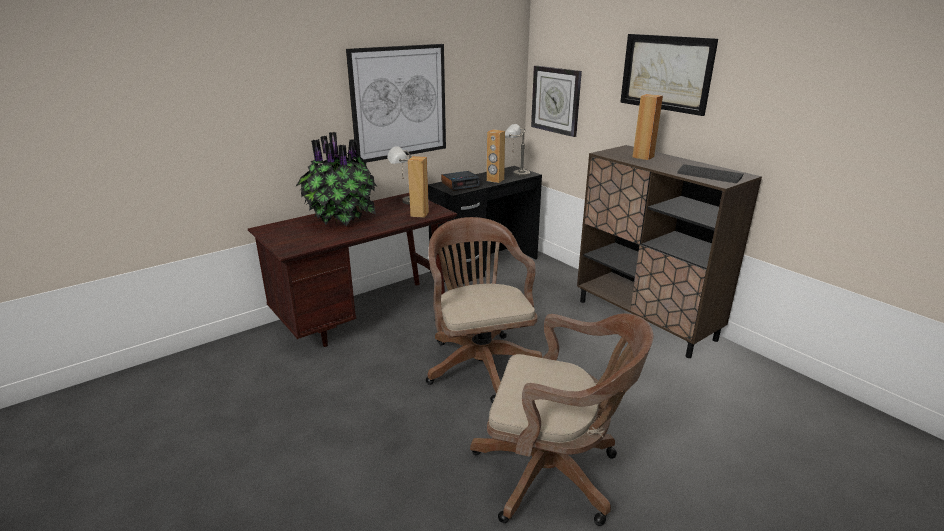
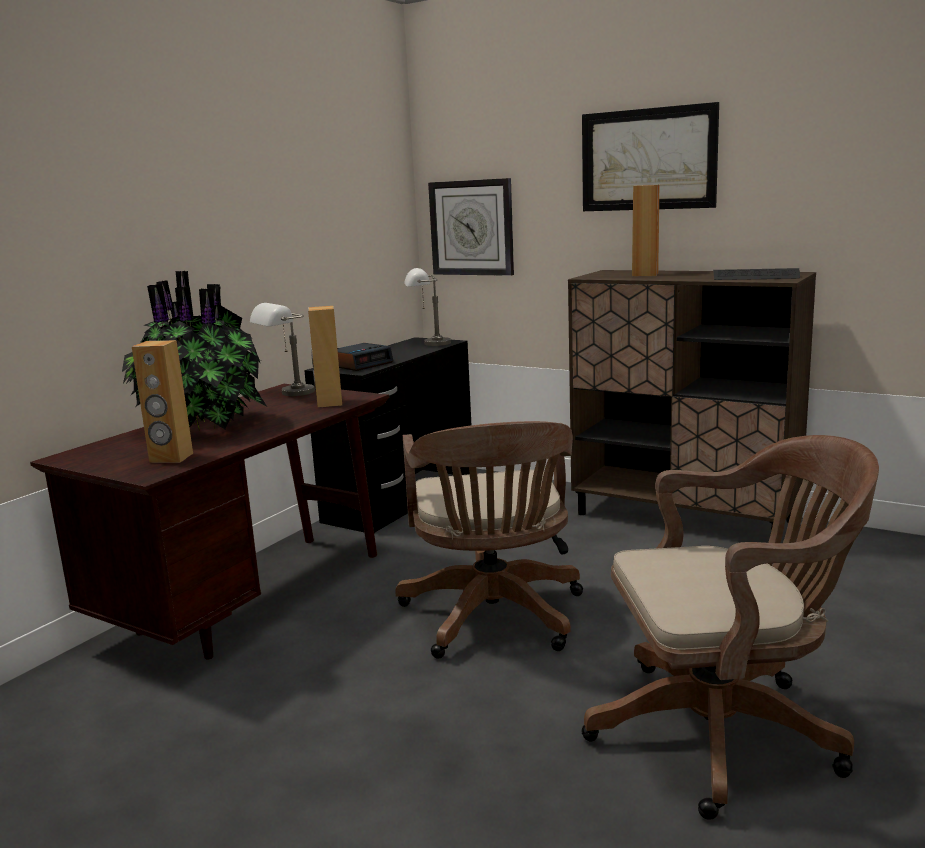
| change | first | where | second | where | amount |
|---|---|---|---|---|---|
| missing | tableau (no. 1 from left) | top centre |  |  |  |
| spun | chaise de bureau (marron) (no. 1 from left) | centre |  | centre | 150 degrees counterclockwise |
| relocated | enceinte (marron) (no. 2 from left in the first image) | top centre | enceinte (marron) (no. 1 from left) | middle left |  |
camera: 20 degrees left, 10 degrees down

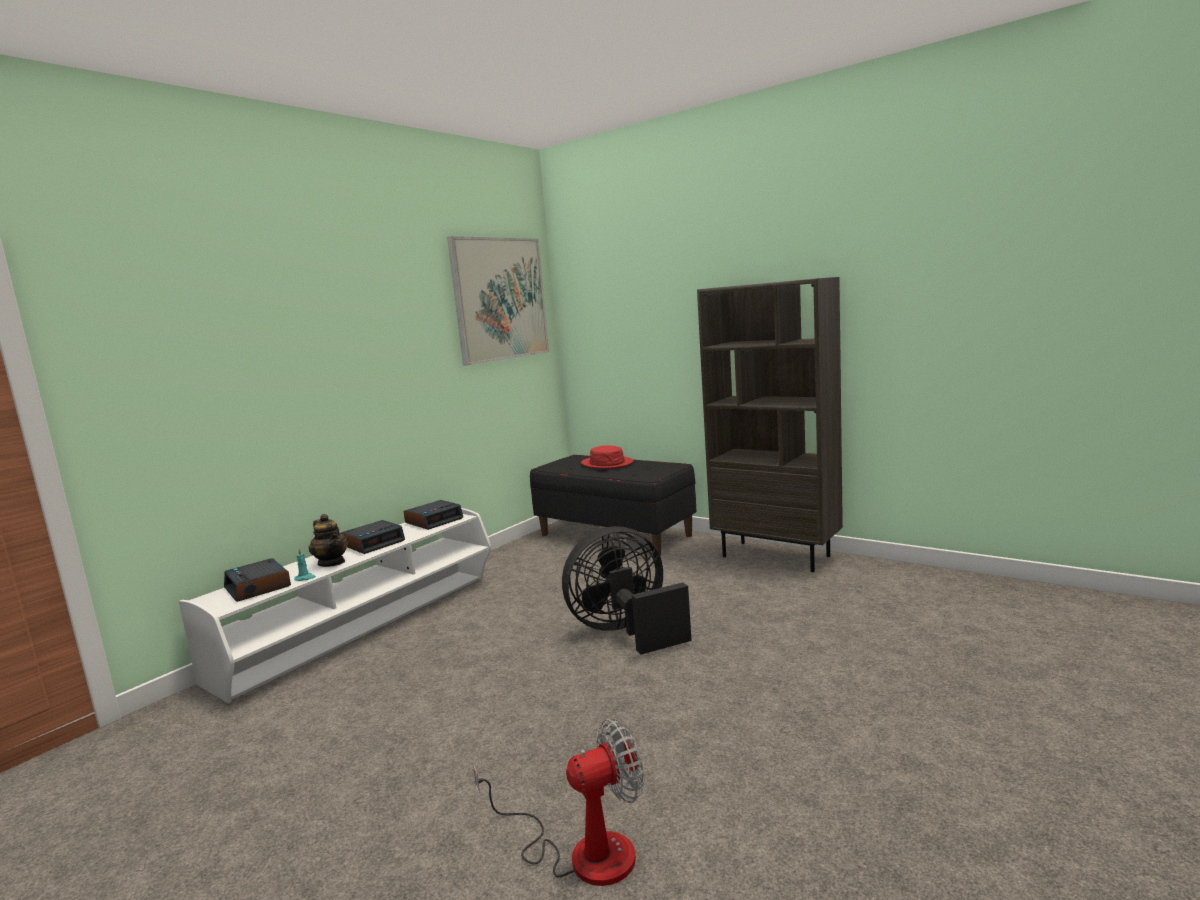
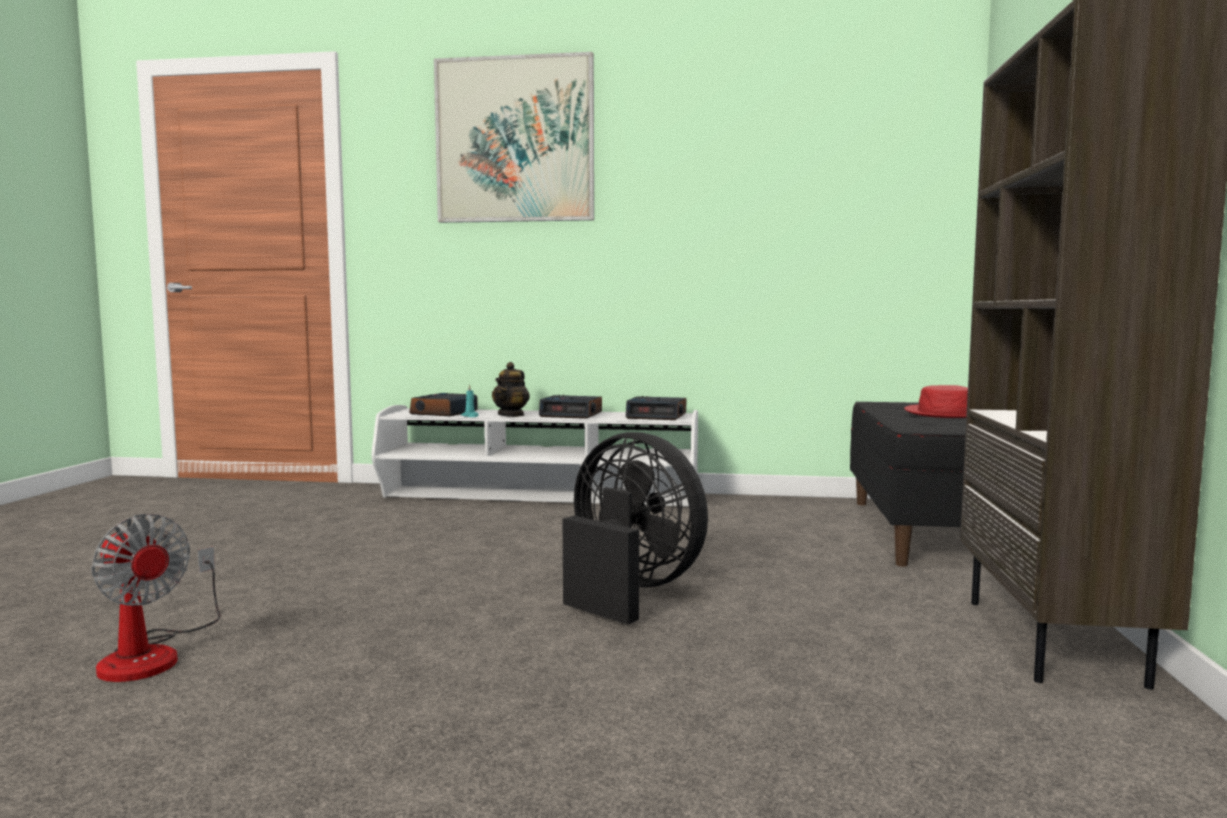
| change | first | where | second | where | amount |
|---|---|---|---|---|---|
| relocated | tableau | centre |  | top centre |  |
camera: 60 degrees right, 5 degrees down

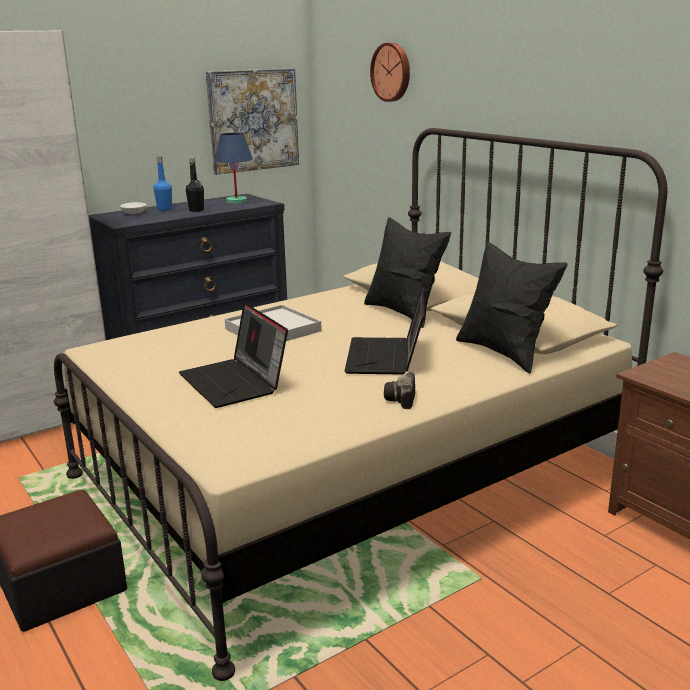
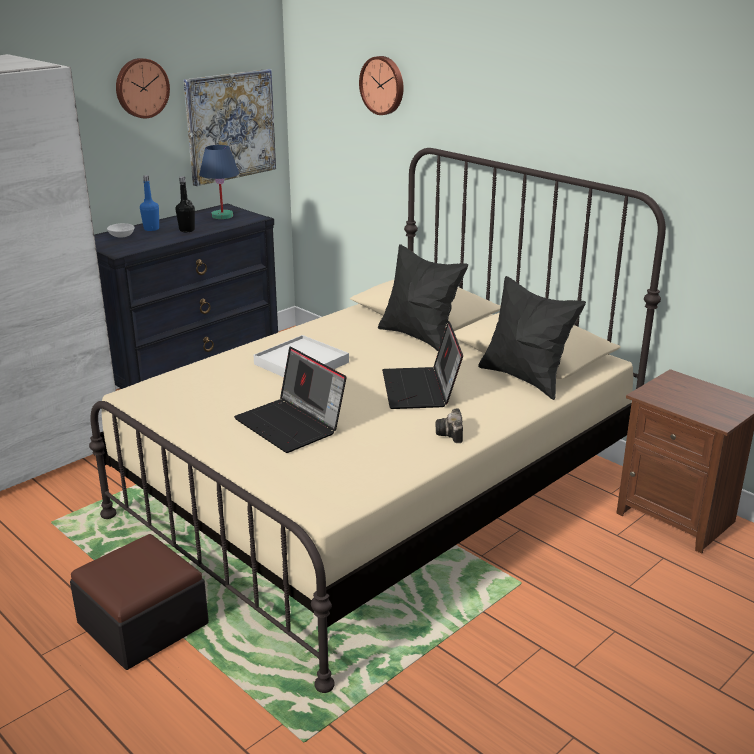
| change | first | where | second | where | amount |
|---|---|---|---|---|---|
| appeared |  |  | horloge murale (no. 1 from left) | top left |  |
camera: 10 degrees left, 5 degrees up

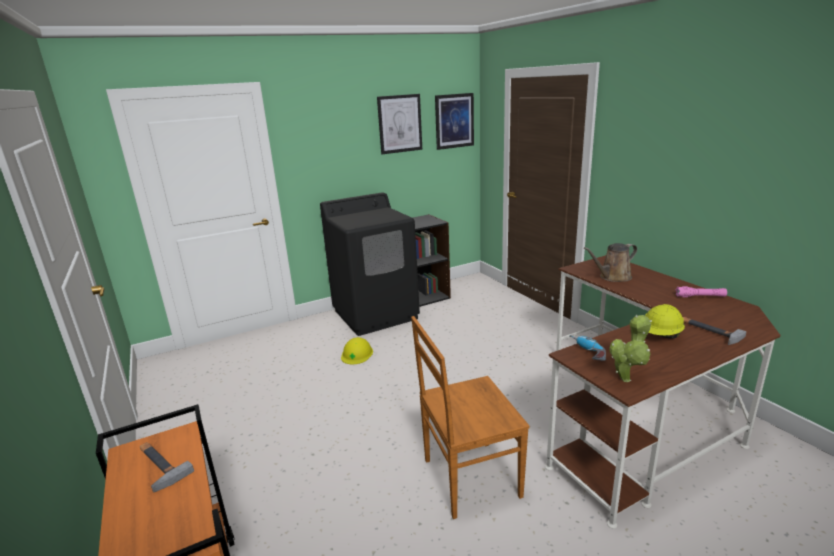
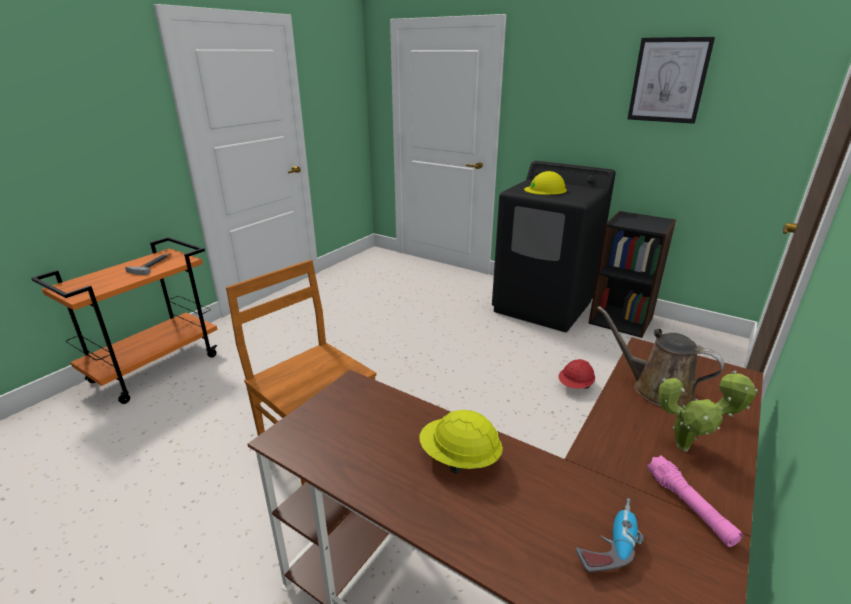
| change | first | where | second | where | amount |
|---|---|---|---|---|---|
| relocated | casque de chantier (jaune) (no. 1 from left in the first image) | centre | casque de chantier (jaune) (no. 2 from left) | top centre |  |
| missing | tableau (no. 2 from left) | top centre |  |  |  |
| relocated | perceuse | middle right |  | bottom right |  |
| relocated | plante en pot | middle right |  | bottom right |  |
| missing | marteau (no. 2 from left) | middle right |  |  |  |
| appeared |  |  | casque de chantier (rouge) | middle right |  |
camera: 60 degrees right, 5 degrees up

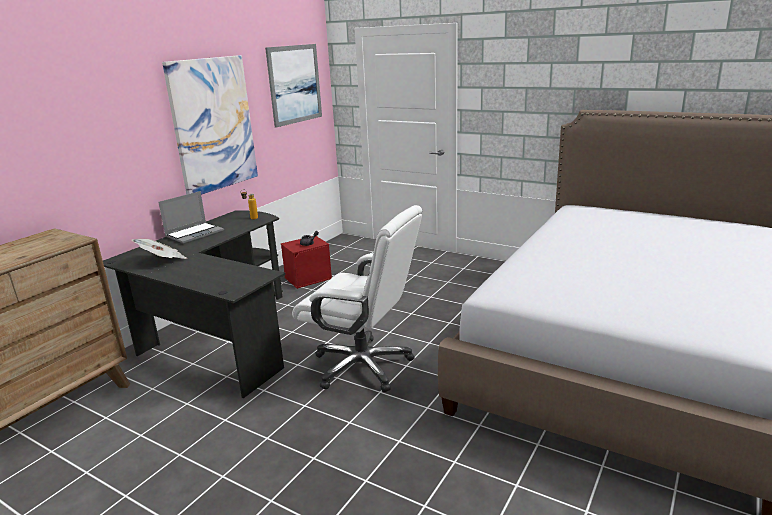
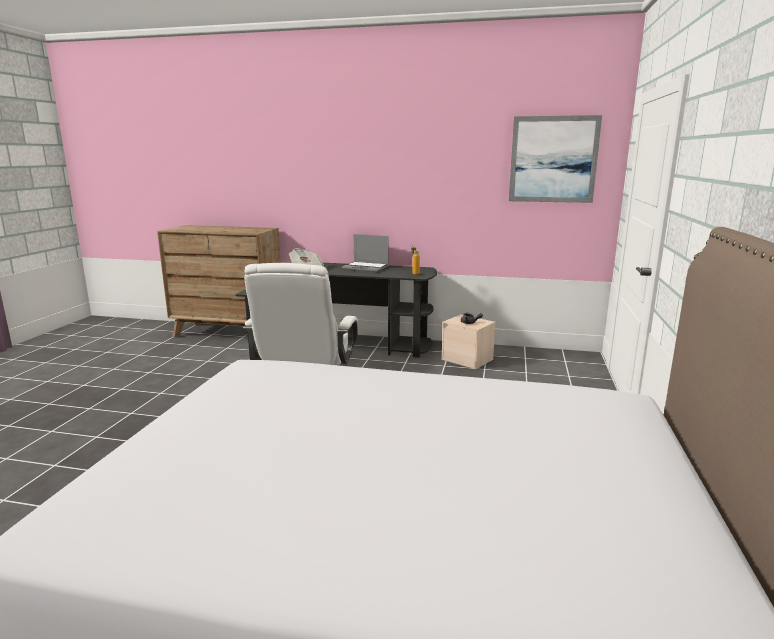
| change | first | where | second | where | amount |
|---|---|---|---|---|---|
| missing | tableau (no. 1 from left) | top left |  |  |  |
| colour | boîte de rangement (rouge) | centre | boîte de rangement (beige) | centre |  |
camera: 70 degrees right, 5 degrees down

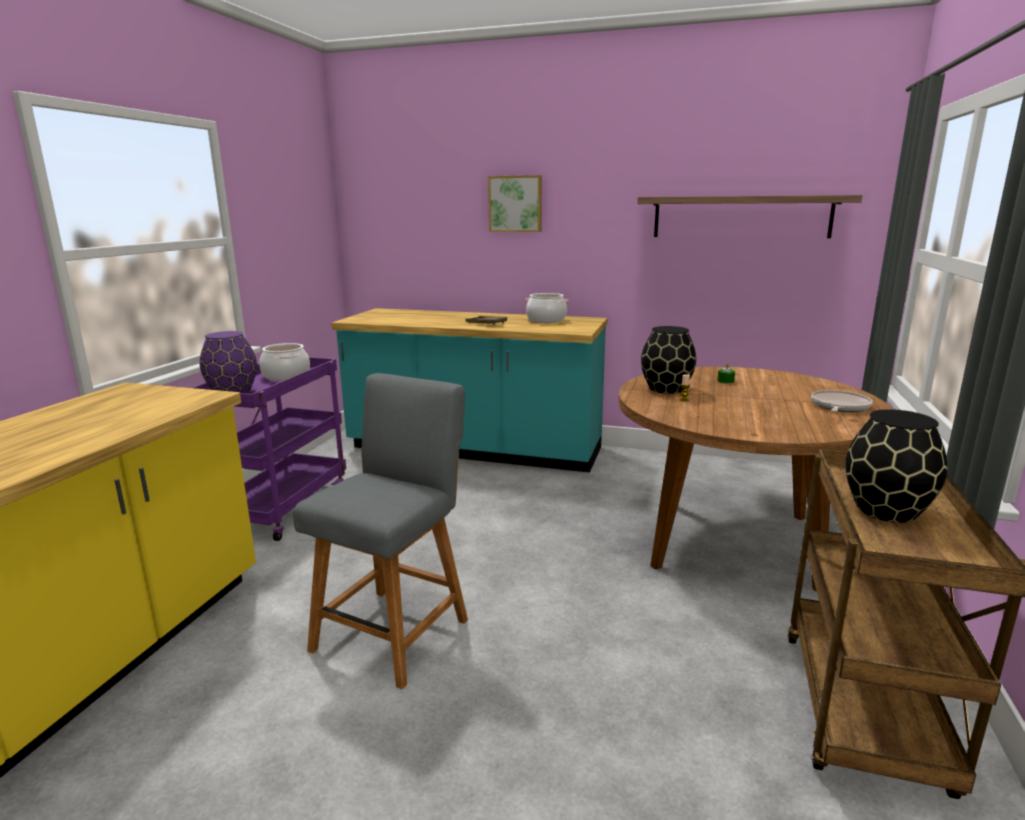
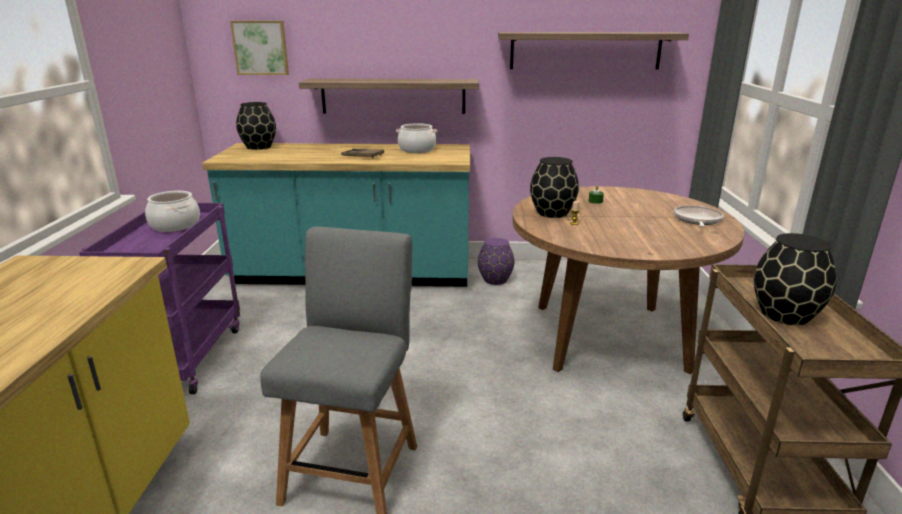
| change | first | where | second | where | amount |
|---|---|---|---|---|---|
| relocated | vase (violet) | middle left |  | centre |  |
| relocated | tableau | top centre |  | top left |  |
| appeared |  |  | vase (noir) (no. 1 from left) | top left |  |
| appeared |  |  | étagère (no. 1 from left) | top centre |  |
camera: 15 degrees left, 5 degrees up

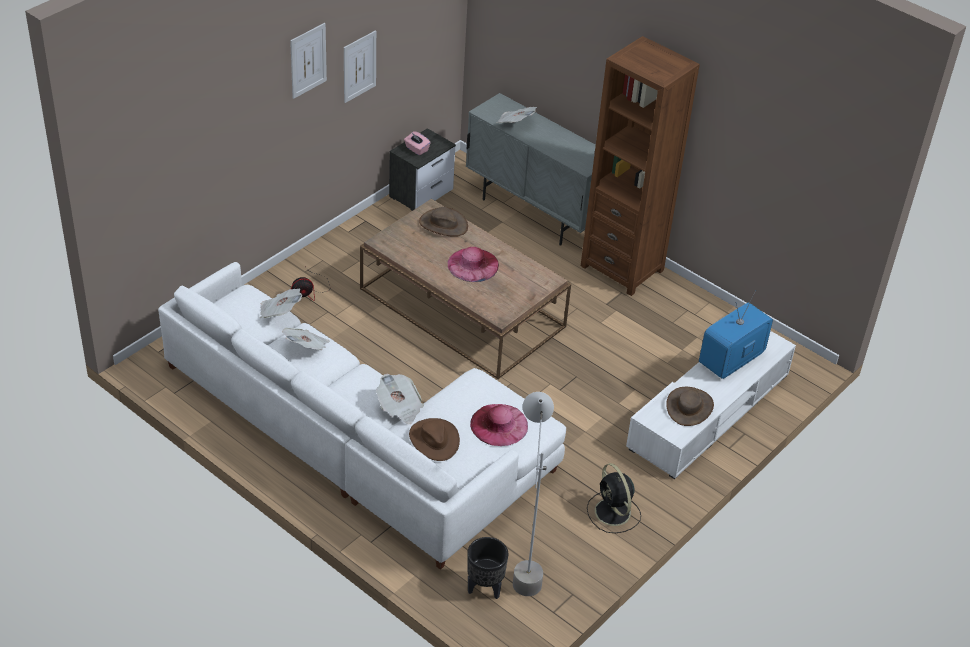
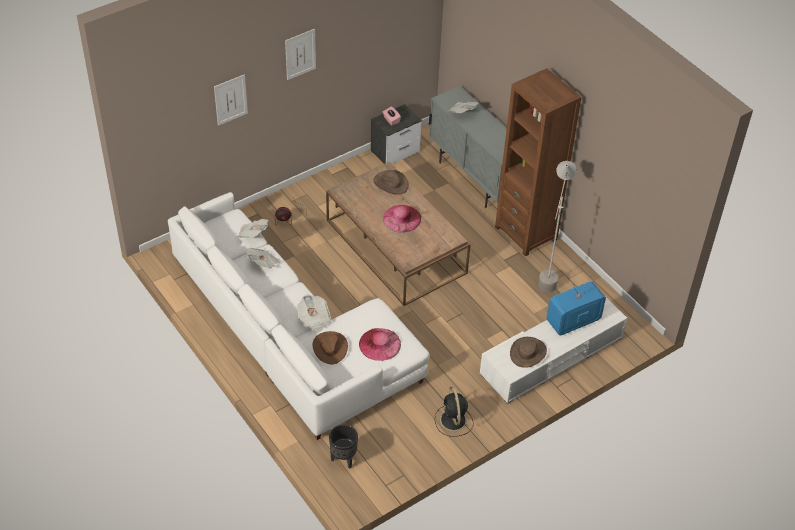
| change | first | where | second | where | amount |
|---|---|---|---|---|---|
| relocated | tableau (no. 2 from left in the first image) | top centre | tableau (no. 1 from left) | top left |  |
| relocated | lampadaire (gris) | bottom centre |  | middle right |  |
camera: 15 degrees right, 5 degrees up

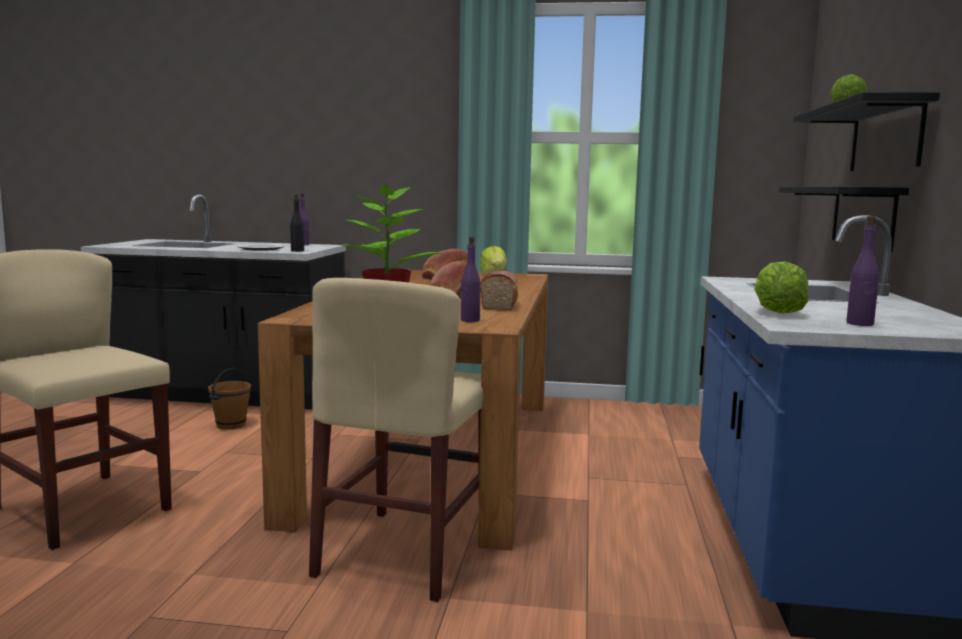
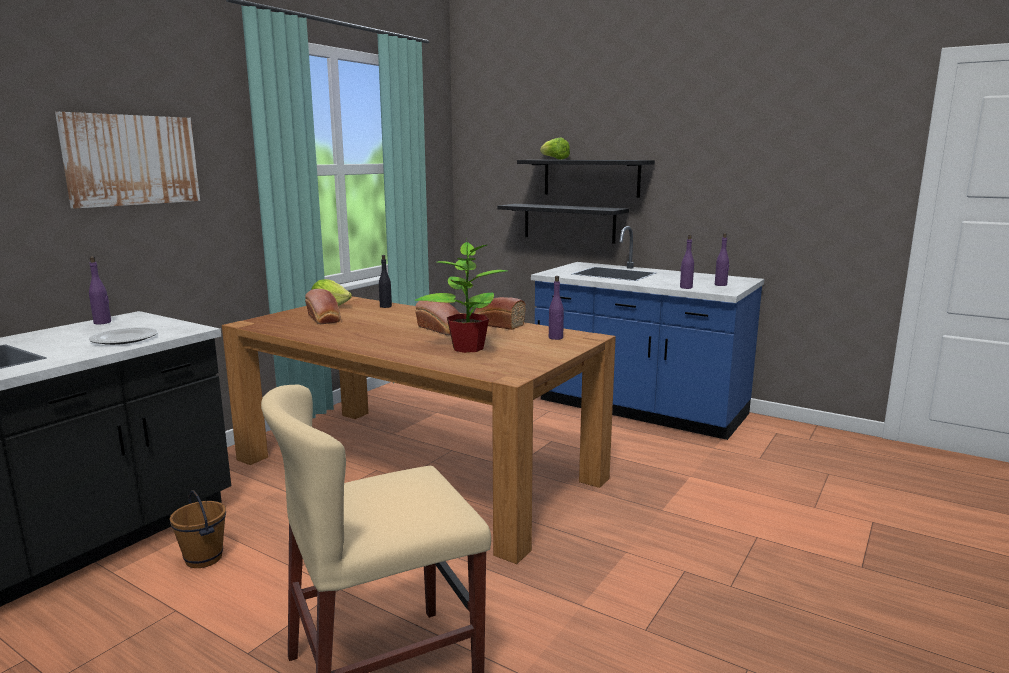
| change | first | where | second | where | amount |
|---|---|---|---|---|---|
| relocated | bouteille (noir) | middle left |  | centre |  |
| missing | chaise (beige) (no. 2 from left) | bottom centre |  |  |  |
| exchanged | laitue (no. 2 from left) | middle right | bouteille (violet) (no. 3 from left) | middle right |  |
| appeared |  |  | tableau | top left |  |
camera: 65 degrees left, 5 degrees up

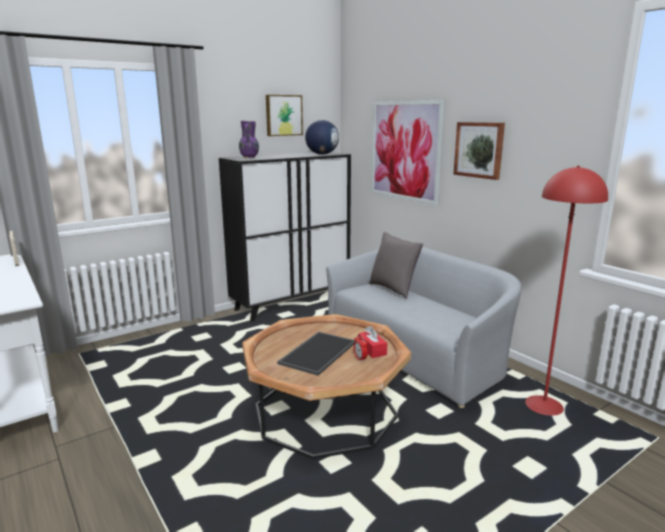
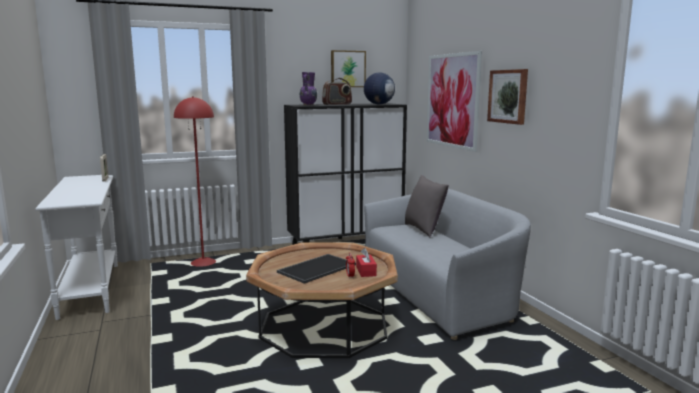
| change | first | where | second | where | amount |
|---|---|---|---|---|---|
| relocated | lampadaire (rouge) | middle right |  | middle left |  |
| appeared |  |  | radio | top centre |  |
camera: 15 degrees right, 5 degrees down

